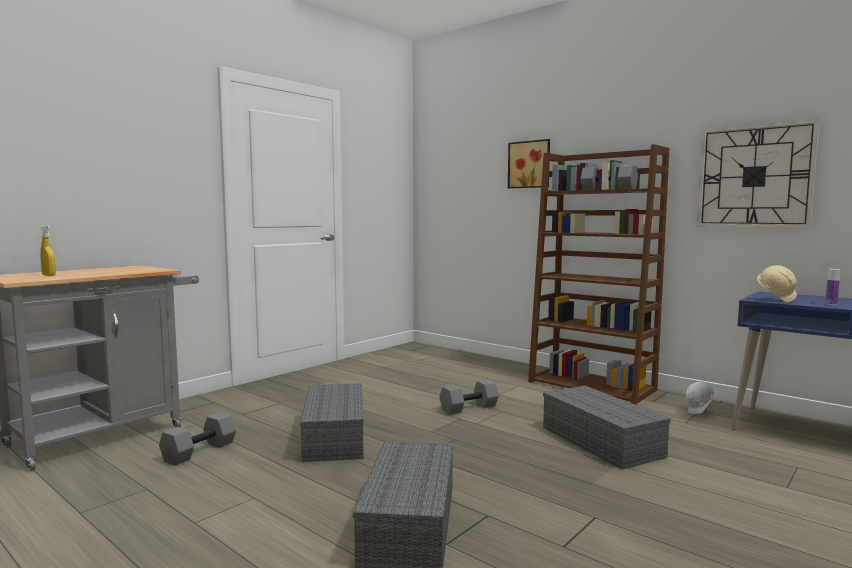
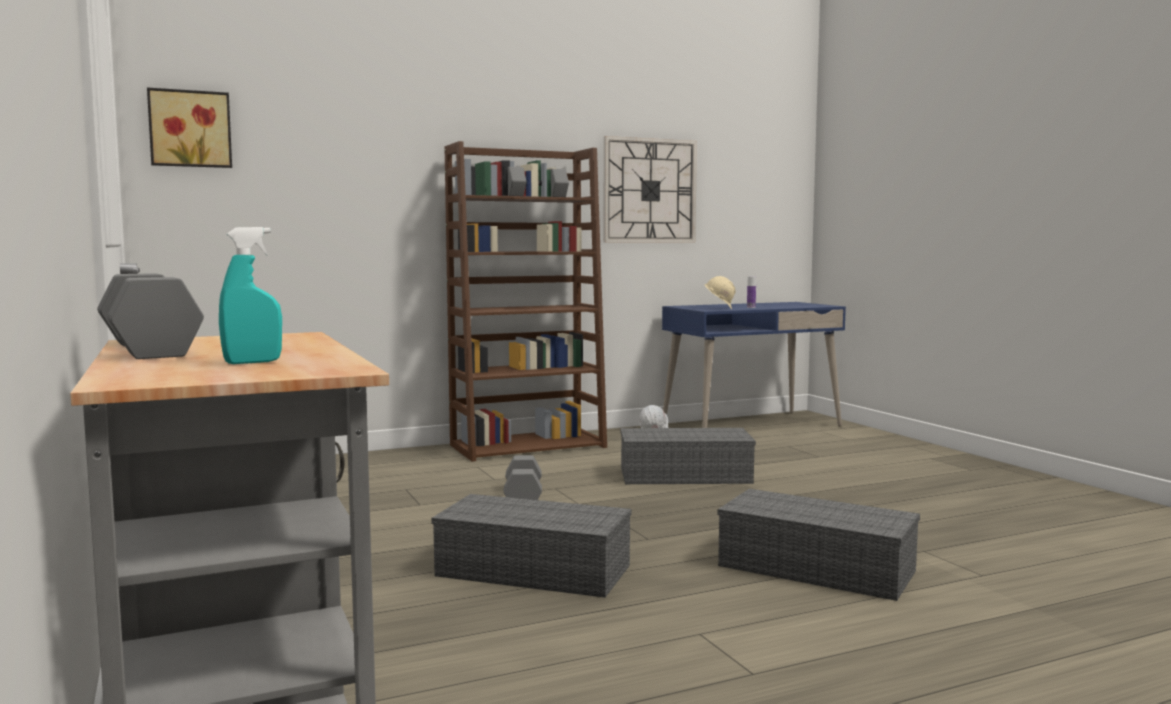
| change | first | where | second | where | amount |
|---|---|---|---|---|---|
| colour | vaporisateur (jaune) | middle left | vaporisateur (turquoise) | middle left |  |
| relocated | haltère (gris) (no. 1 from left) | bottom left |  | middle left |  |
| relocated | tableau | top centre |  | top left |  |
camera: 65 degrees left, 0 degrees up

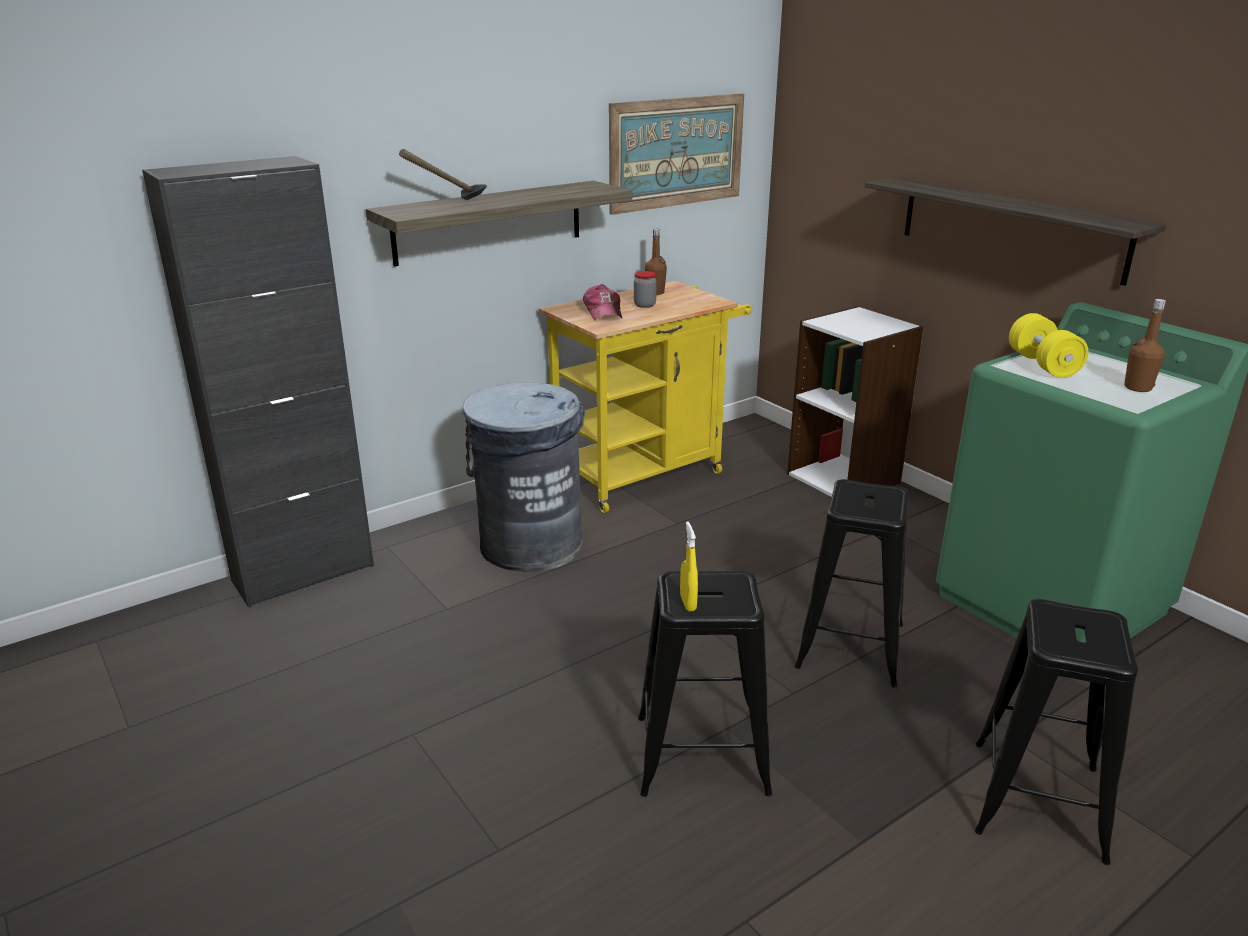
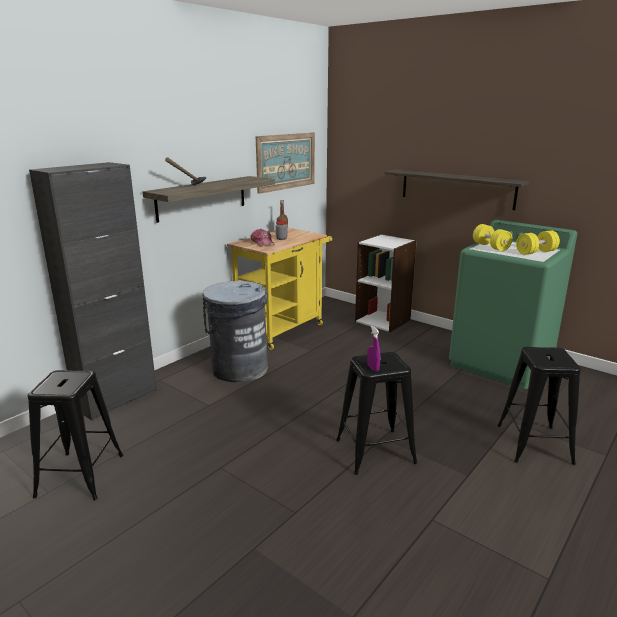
| change | first | where | second | where | amount |
|---|---|---|---|---|---|
| colour | vaporisateur (jaune) | centre | vaporisateur (violet) | centre |  |
| relocated | tabouret (noir) (no. 2 from left in the first image) | middle right | tabouret (noir) (no. 1 from left) | bottom left |  |
| exchanged | bouteille (marron) (no. 2 from left) | middle right | haltère (jaune) (no. 2 from left) | middle right |  |
camera: 15 degrees left, 5 degrees down

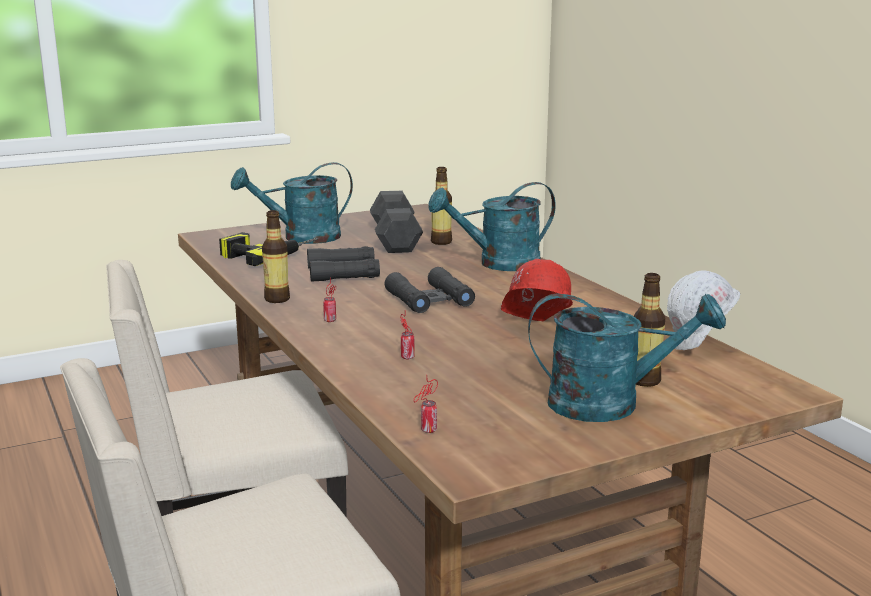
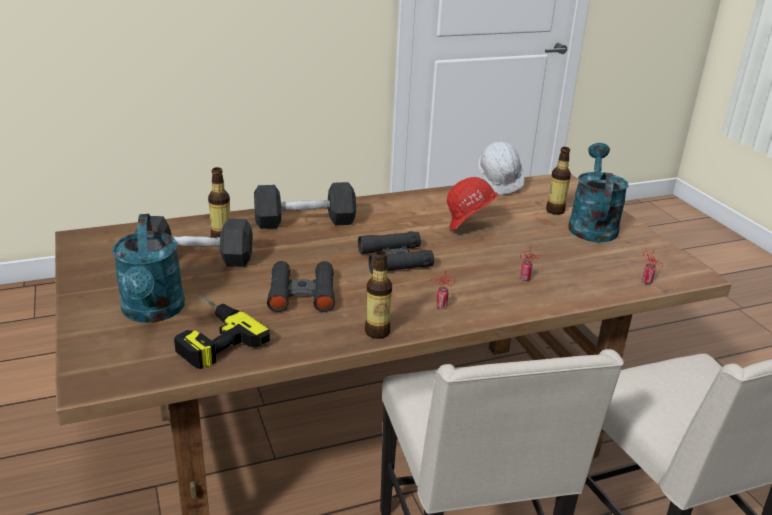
| change | first | where | second | where | amount |
|---|---|---|---|---|---|
| exchanged | arrosoir (turquoise) (no. 2 from left) | centre | haltère (gris) (no. 2 from left) | centre |  |
camera: 85 degrees left, 10 degrees up

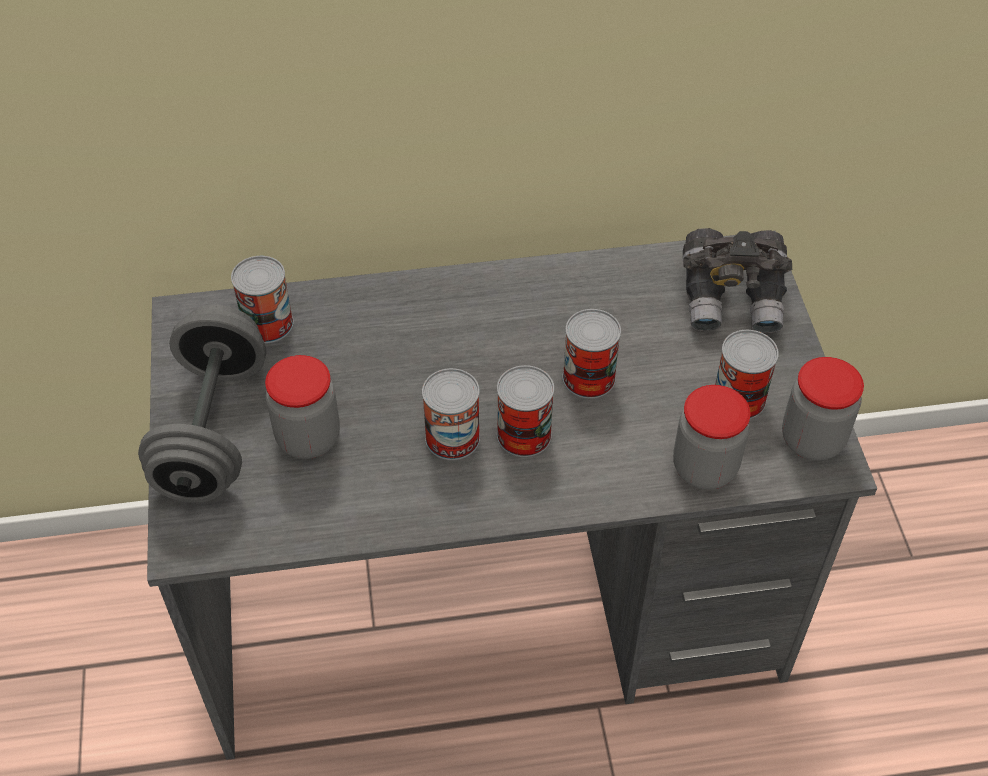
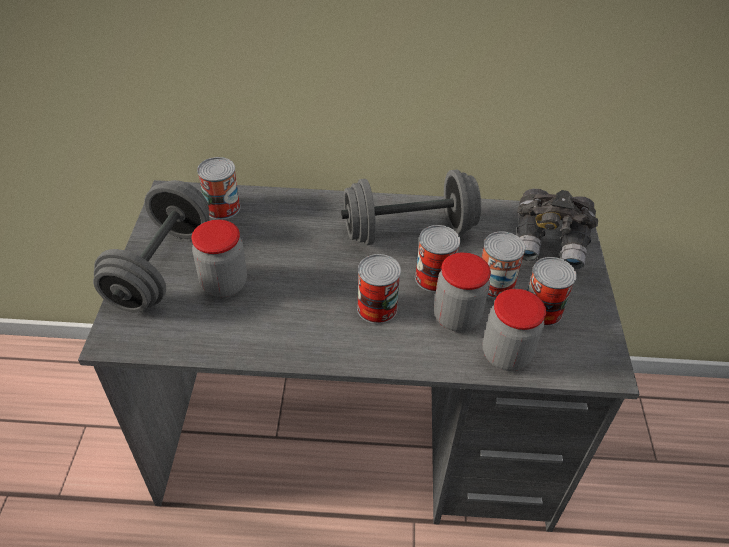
| change | first | where | second | where | amount |
|---|---|---|---|---|---|
| relocated | boîte métallique (no. 2 from left in the first image) | centre | boîte métallique (no. 4 from left) | middle right |  |
| relocated | bocal (no. 3 from left in the first image) | middle right | bocal (no. 2 from left) | centre |  |
| appeared |  |  | haltère (gris) (no. 2 from left) | centre |  |
camera: 10 degrees right, 5 degrees down

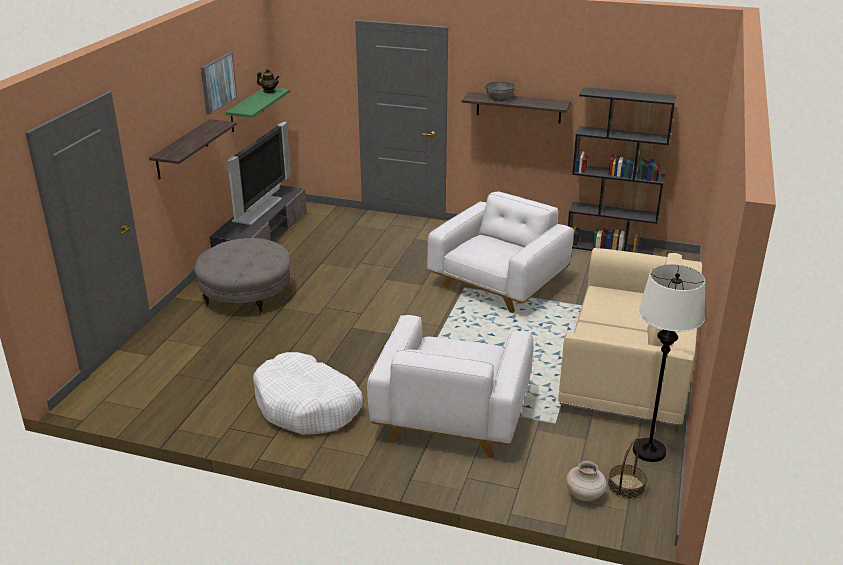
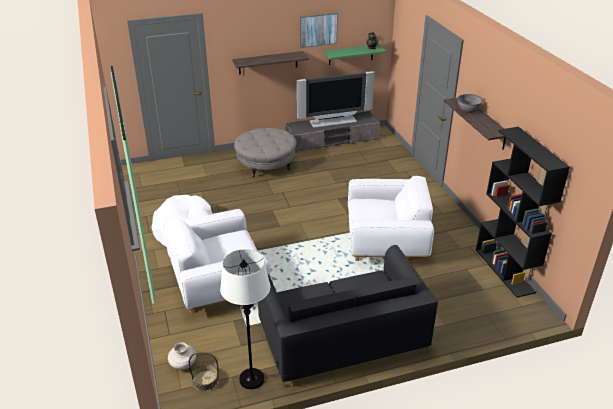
| change | first | where | second | where | amount |
|---|---|---|---|---|---|
| colour | canapé (beige) | middle right | canapé (noir) | bottom centre |  |
camera: 55 degrees right, 5 degrees up

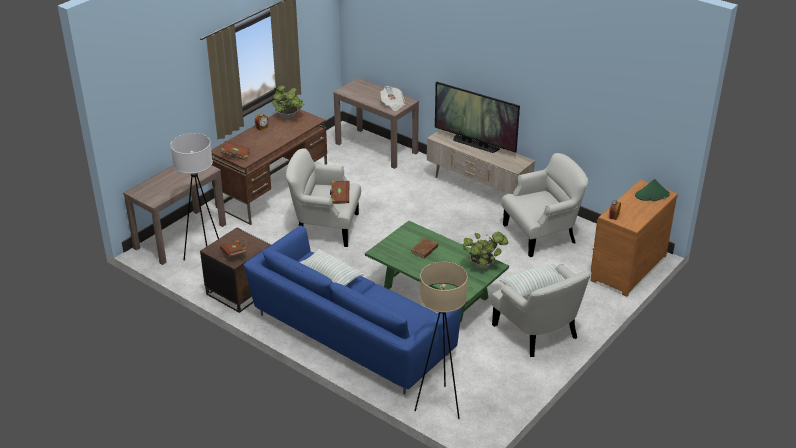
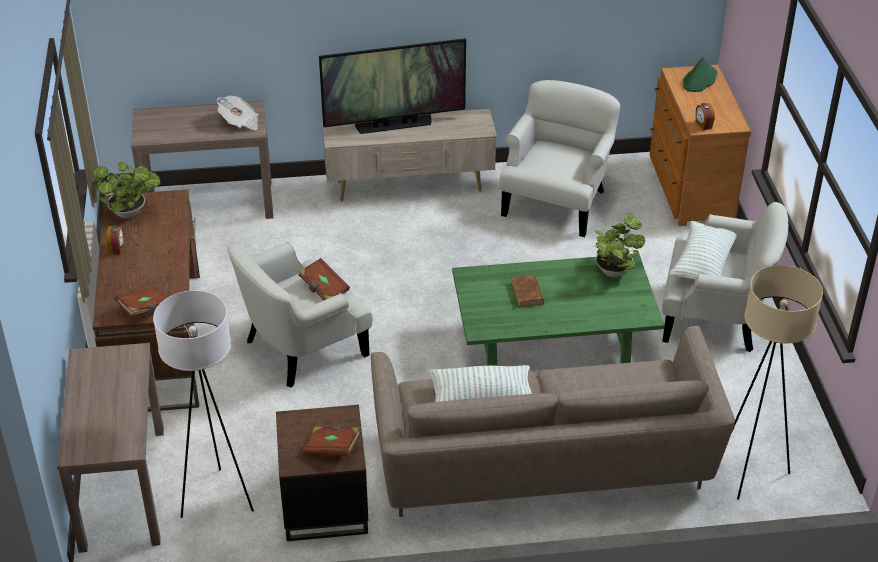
| change | first | where | second | where | amount |
|---|---|---|---|---|---|
| colour | canapé (bleu) | bottom centre | canapé (beige) | bottom centre |  |
camera: 45 degrees left, 5 degrees up

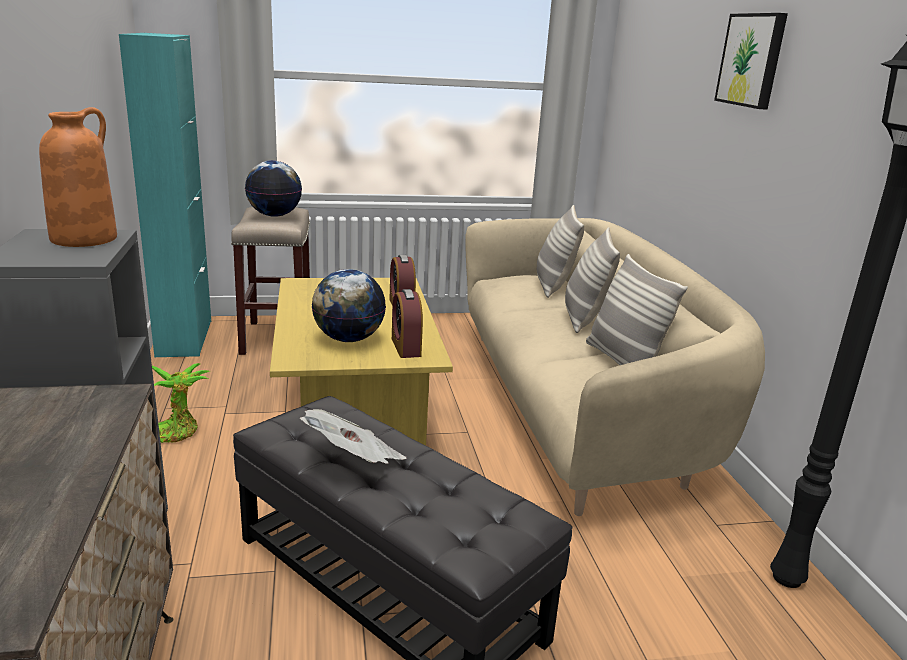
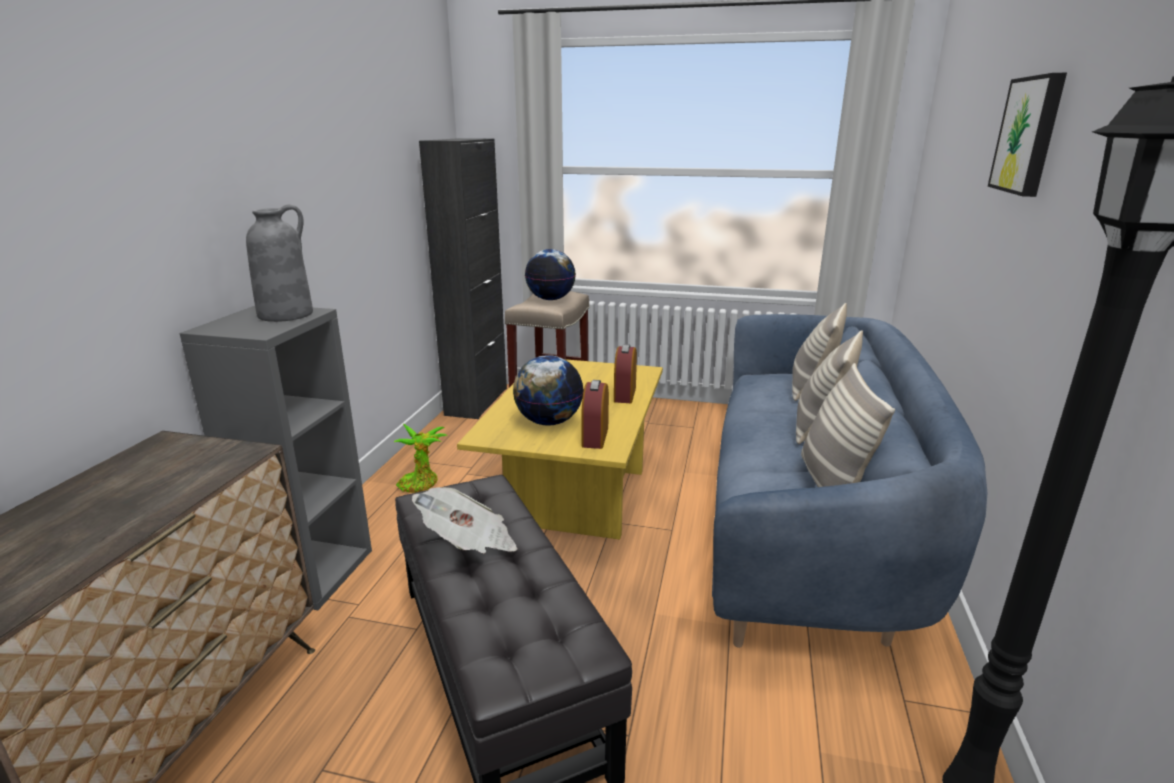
| change | first | where | second | where | amount |
|---|---|---|---|---|---|
| colour | vase (orange) | top left | vase (gris) | middle left |  |
| colour | meuble de rangement (turquoise) | top left | meuble de rangement (noir) | centre |  |
| colour | canapé (beige) | middle right | canapé (bleu) | middle right |  |
camera: 25 degrees right, 0 degrees up

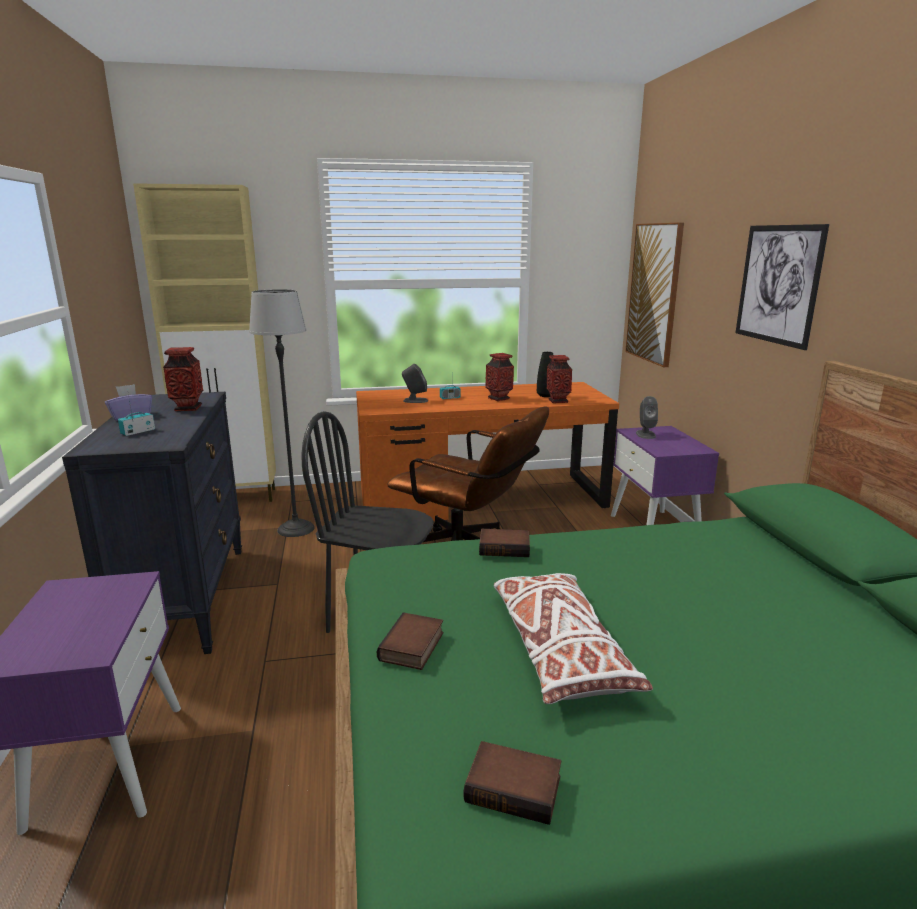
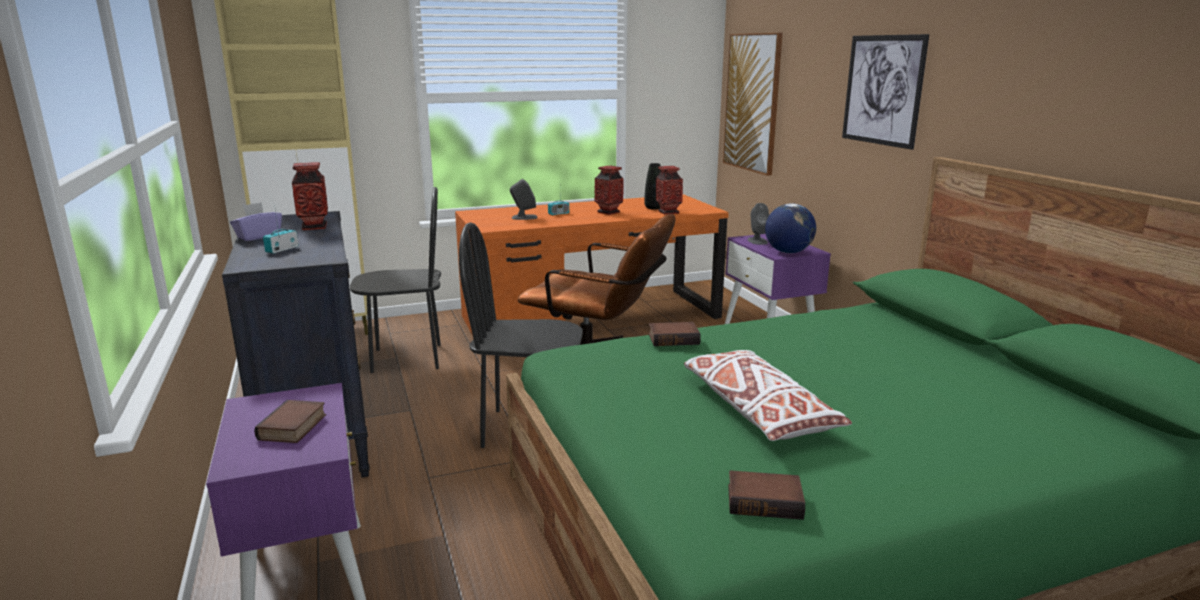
| change | first | where | second | where | amount |
|---|---|---|---|---|---|
| exchanged | lampadaire | middle left | chaise (noir) (no. 1 from left) | middle left |  |
| relocated | livre (no. 1 from left) | bottom centre |  | bottom left |  |
| appeared |  |  | globe | centre |  |
camera: 10 degrees left, 0 degrees up

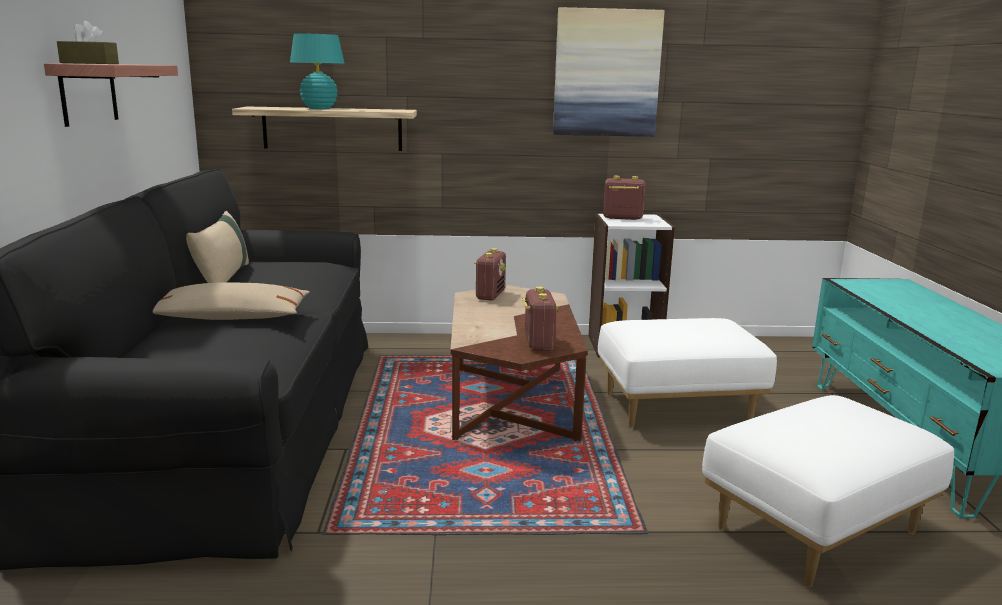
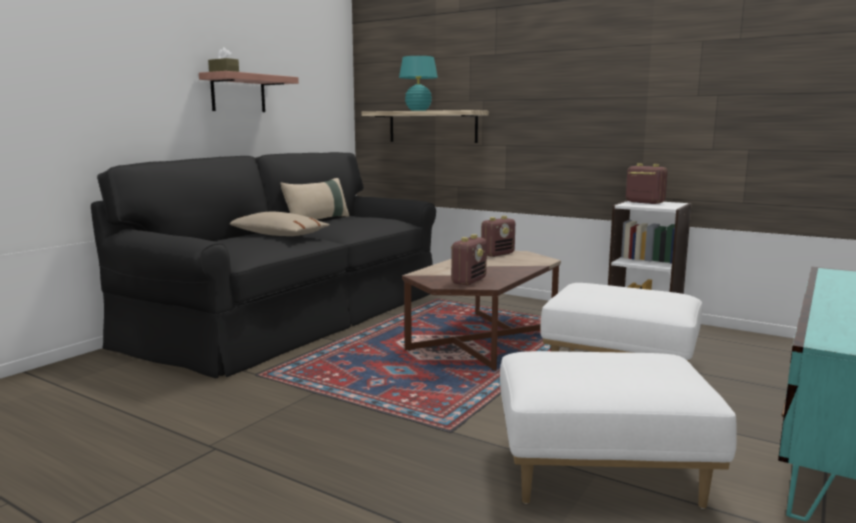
| change | first | where | second | where | amount |
|---|---|---|---|---|---|
| missing | tableau | top centre |  |  |  |
camera: 35 degrees right, 5 degrees down

